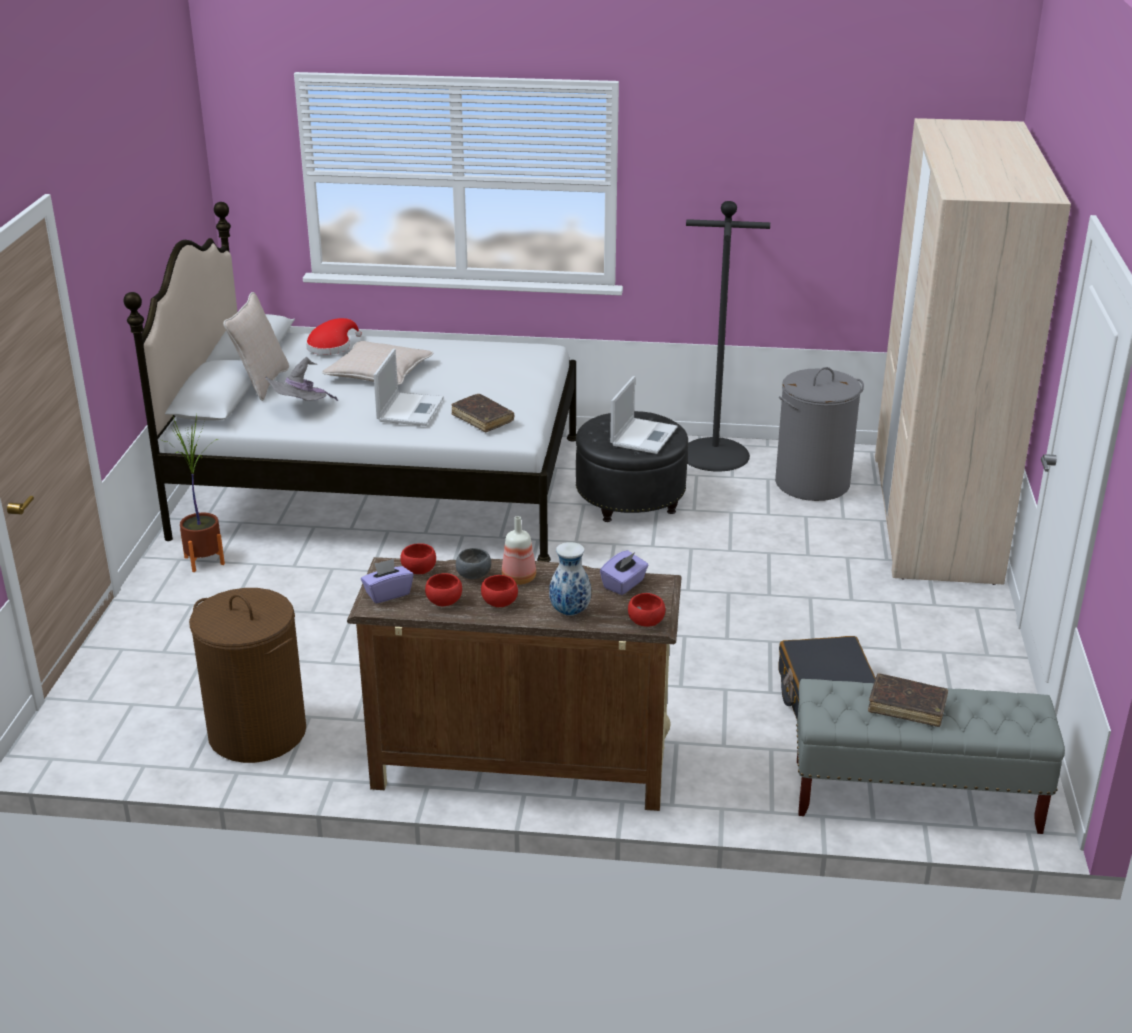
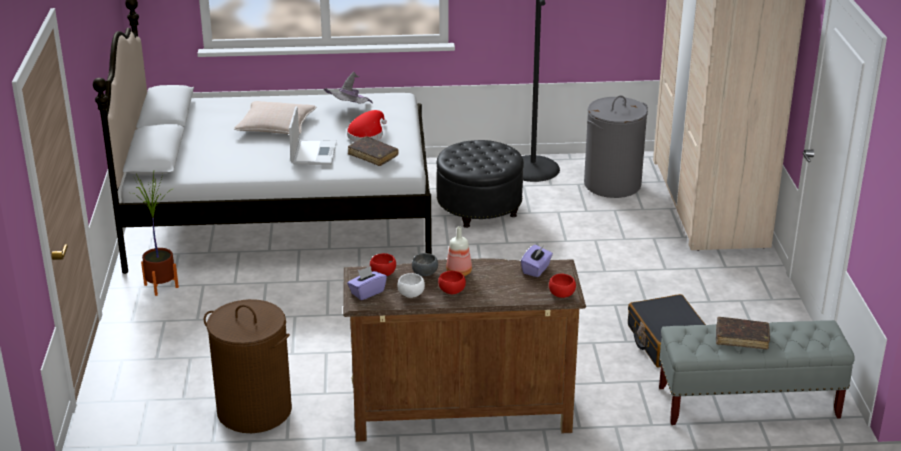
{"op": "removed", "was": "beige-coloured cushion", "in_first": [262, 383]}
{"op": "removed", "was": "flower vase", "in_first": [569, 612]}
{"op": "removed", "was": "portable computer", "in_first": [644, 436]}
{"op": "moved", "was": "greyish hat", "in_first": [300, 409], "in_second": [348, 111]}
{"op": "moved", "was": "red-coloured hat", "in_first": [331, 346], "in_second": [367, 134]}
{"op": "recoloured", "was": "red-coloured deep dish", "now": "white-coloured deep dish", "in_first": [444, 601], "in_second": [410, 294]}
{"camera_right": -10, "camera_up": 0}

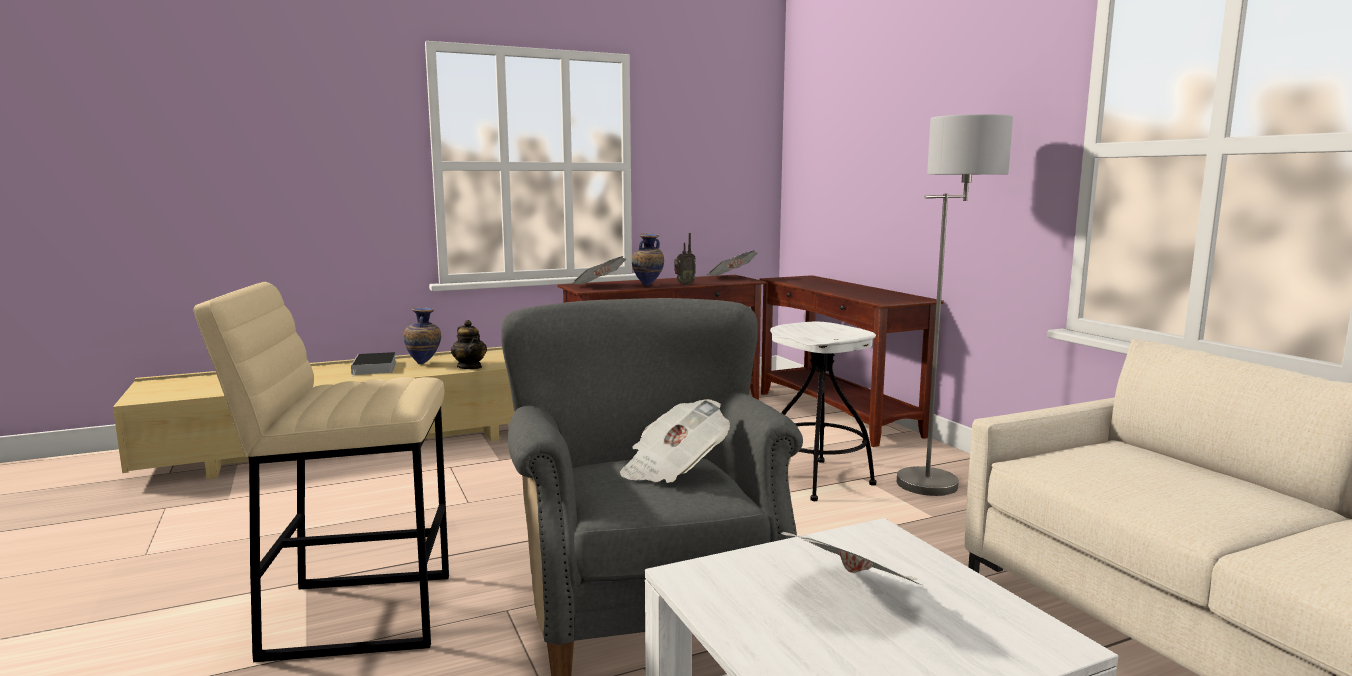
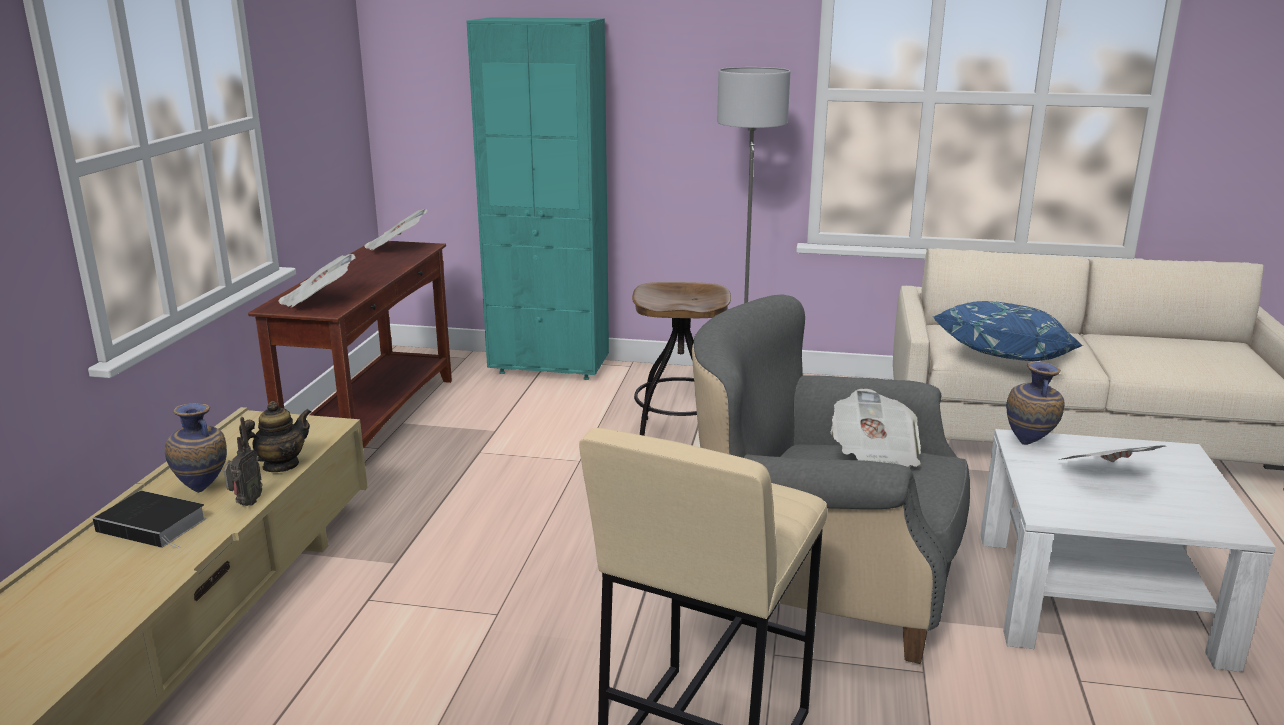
{"op": "added", "now": "blue-coloured cushion", "in_second": [1007, 359]}
{"op": "moved", "was": "flower vase", "in_first": [648, 286], "in_second": [1029, 444]}
{"op": "moved", "was": "radio", "in_first": [684, 284], "in_second": [246, 504]}
{"op": "replaced", "was": "brownish hall table", "now": "turquoise storage cabinet", "in_first": [838, 414], "in_second": [549, 369]}
{"op": "recoloured", "was": "white-coloured stool", "now": "brownish stool", "in_first": [818, 479], "in_second": [680, 435]}
{"op": "turned", "was": "tea pot", "in_first": [470, 367], "in_second": [280, 466], "clockwise": -45}
{"camera_right": -55, "camera_up": 10}

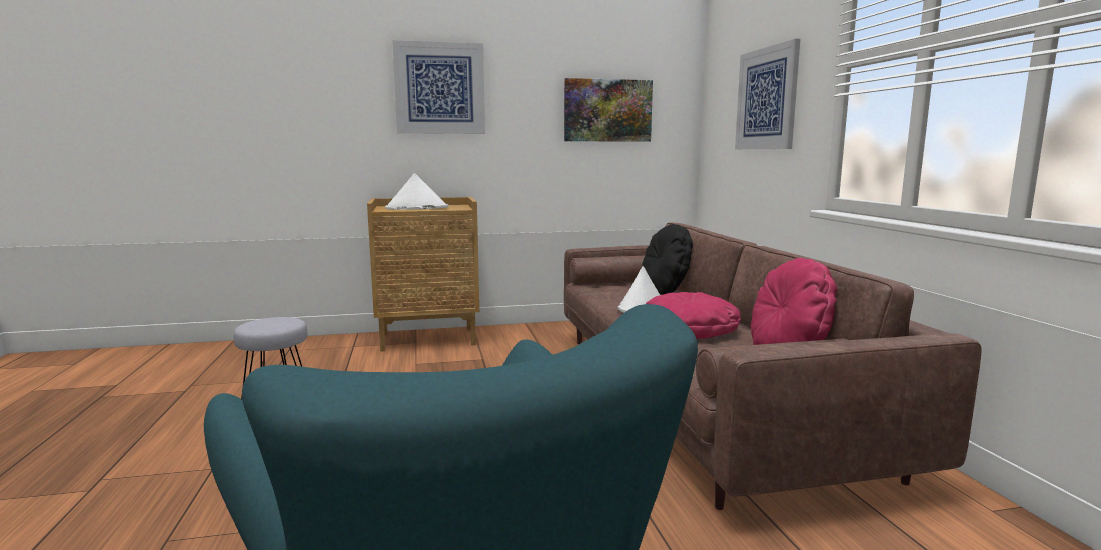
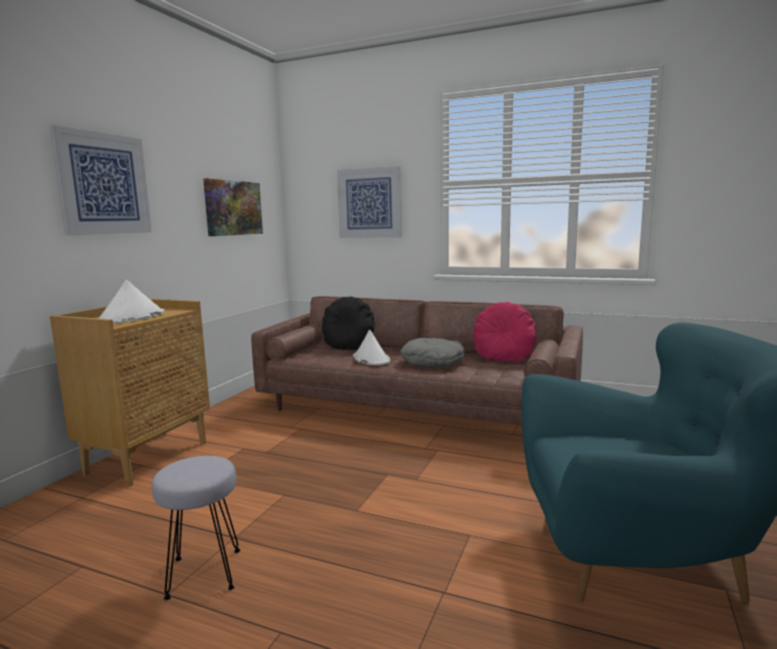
{"op": "recoloured", "was": "pink cushion", "now": "greyish cushion", "in_first": [692, 330], "in_second": [433, 362]}
{"camera_right": -55, "camera_up": 0}

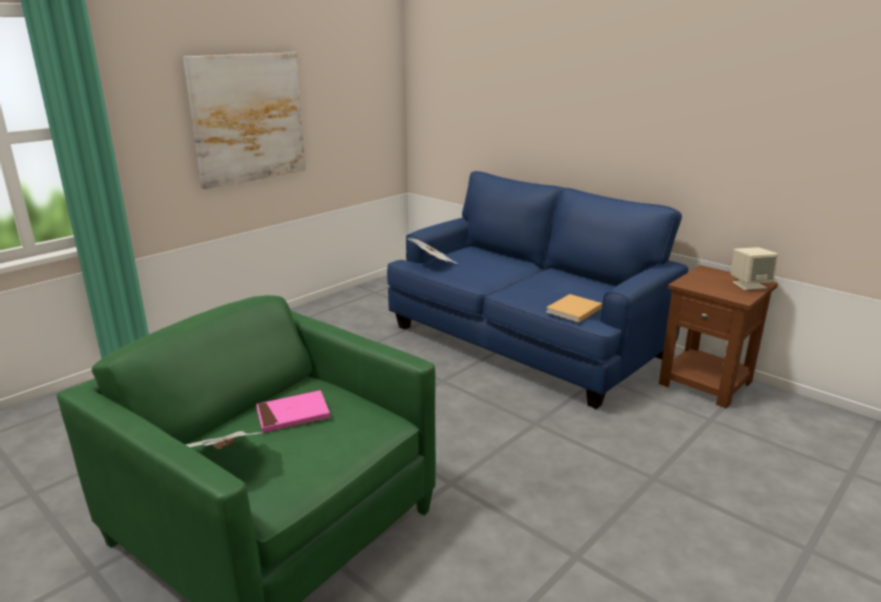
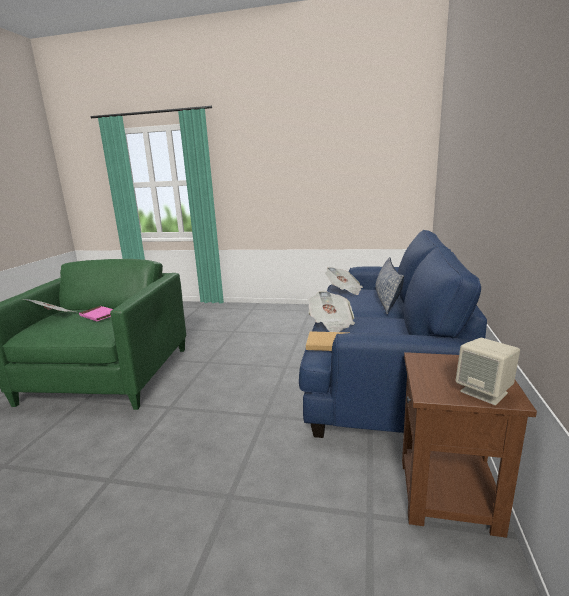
{"op": "removed", "was": "wall picture", "in_first": [248, 118]}
{"op": "added", "now": "printed paper", "in_second": [331, 323]}
{"op": "added", "now": "cushion", "in_second": [386, 300]}
{"camera_right": 60, "camera_up": -5}

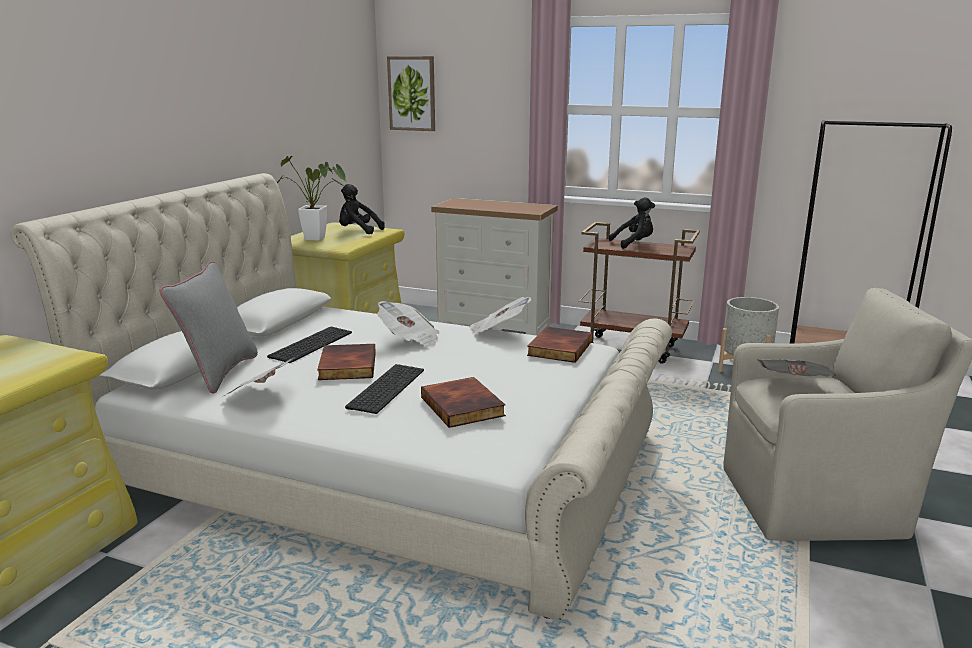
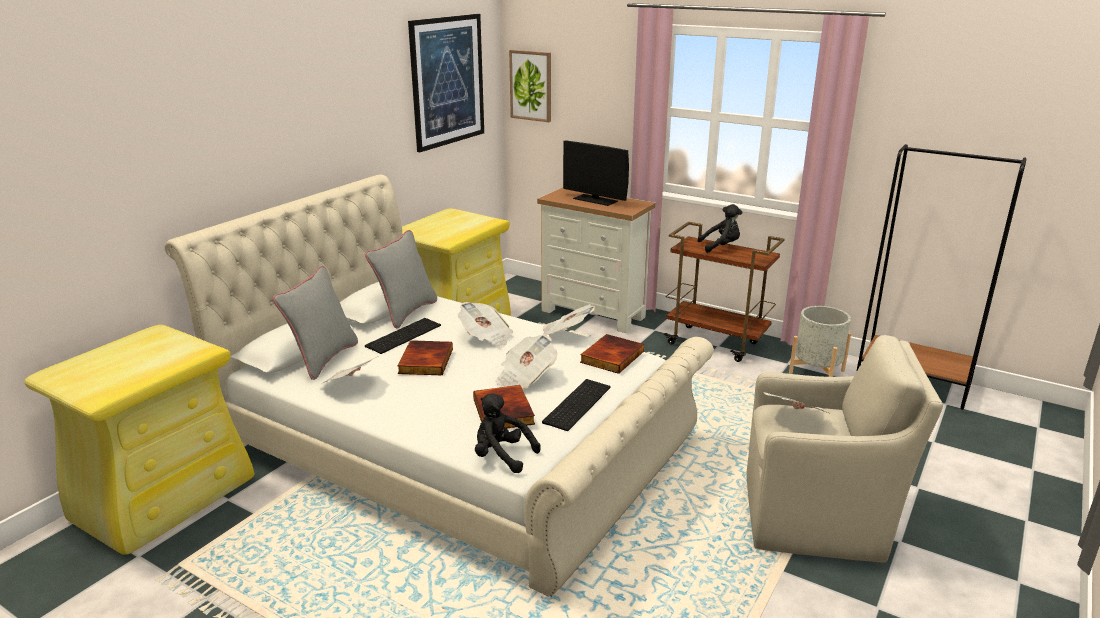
{"op": "removed", "was": "potted plant", "in_first": [319, 239]}
{"op": "added", "now": "greyish cushion", "in_second": [406, 312]}
{"op": "added", "now": "wall picture", "in_second": [447, 81]}
{"op": "added", "now": "printed paper", "in_second": [525, 377]}
{"op": "added", "now": "computer display", "in_second": [595, 200]}
{"op": "moved", "was": "black soft toy", "in_first": [358, 231], "in_second": [502, 456]}
{"op": "moved", "was": "keyboard", "in_first": [385, 387], "in_second": [576, 403]}
{"camera_right": 10, "camera_up": 5}

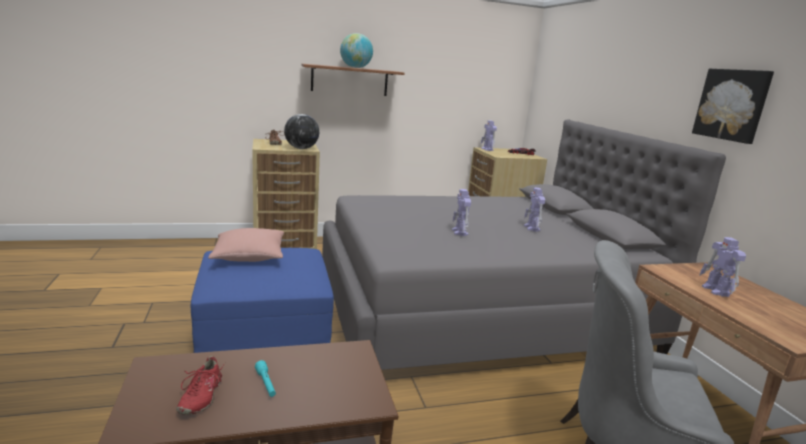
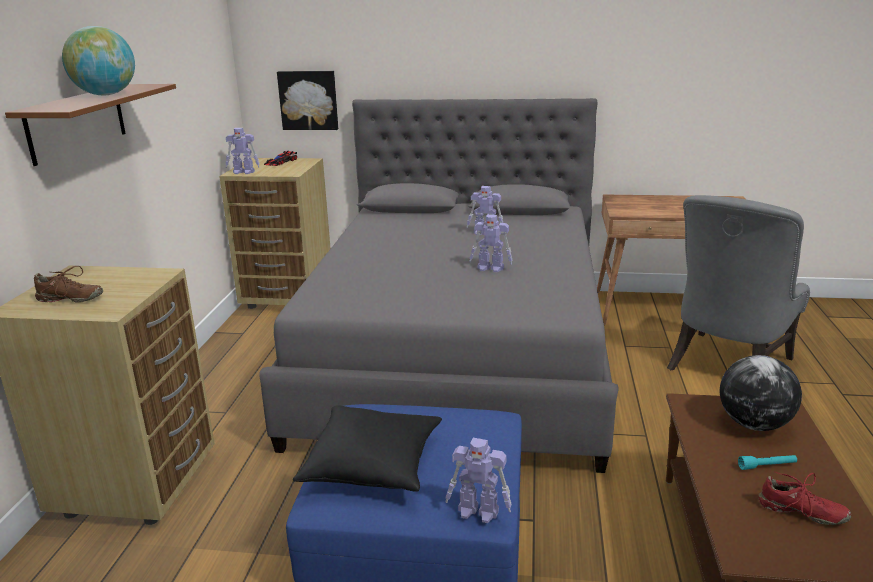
{"op": "moved", "was": "desk globe", "in_first": [301, 148], "in_second": [754, 424]}
{"op": "moved", "was": "wall picture", "in_first": [732, 105], "in_second": [309, 100]}
{"op": "moved", "was": "robot figure", "in_first": [716, 291], "in_second": [479, 512]}
{"op": "recoloured", "was": "pink cushion", "now": "black cushion", "in_first": [249, 256], "in_second": [373, 464]}
{"camera_right": -65, "camera_up": 5}

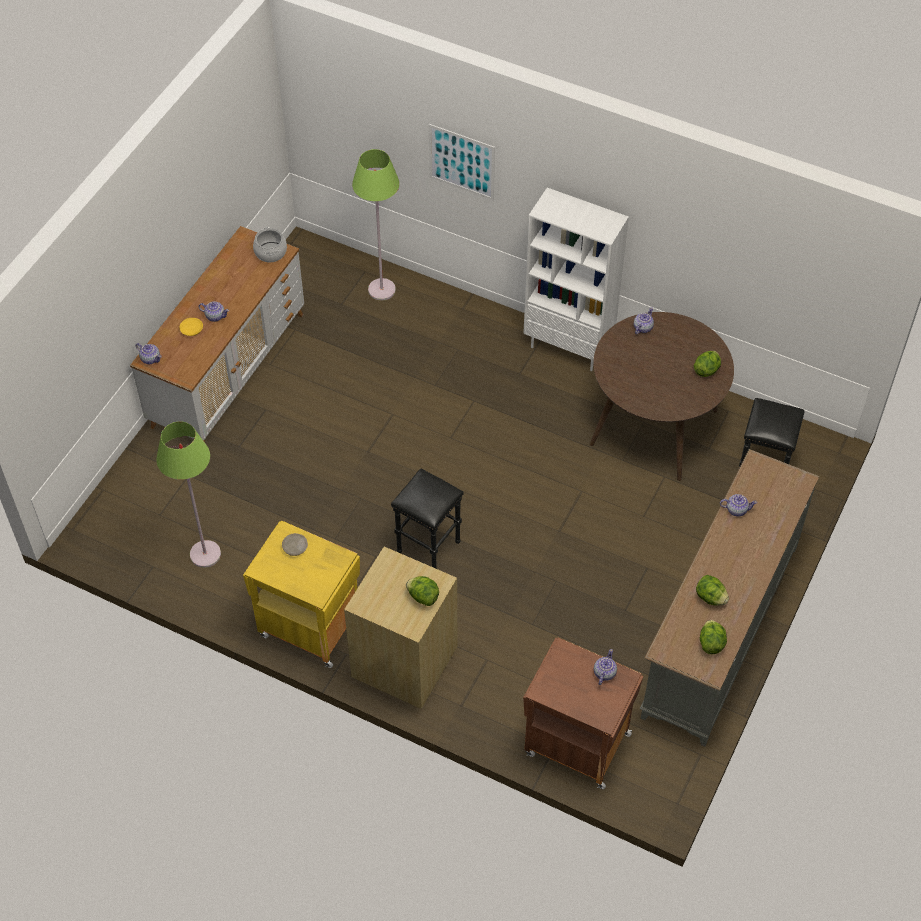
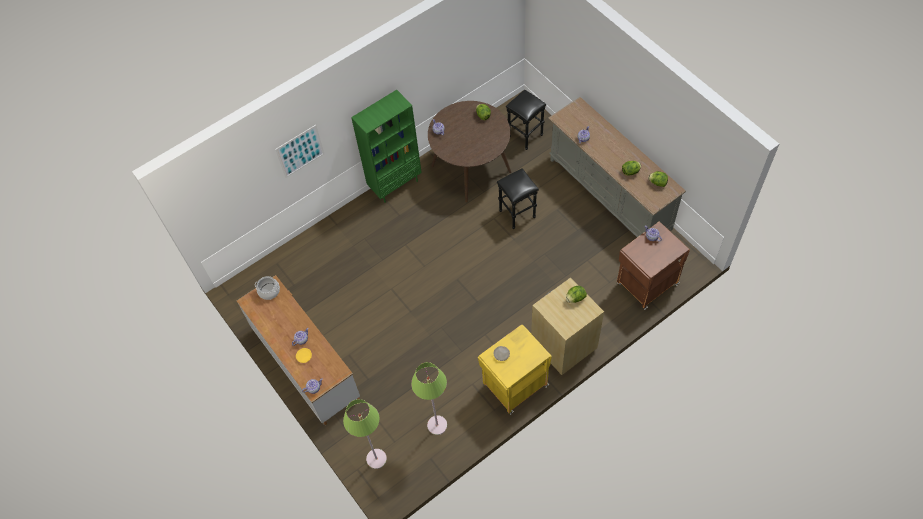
{"op": "moved", "was": "green standard lamp", "in_first": [381, 290], "in_second": [376, 459]}
{"op": "moved", "was": "black stool", "in_first": [427, 547], "in_second": [517, 214]}
{"op": "recoloured", "was": "white-coloured bookcase", "now": "green bookcase", "in_first": [569, 347], "in_second": [395, 185]}
{"camera_right": -60, "camera_up": 5}

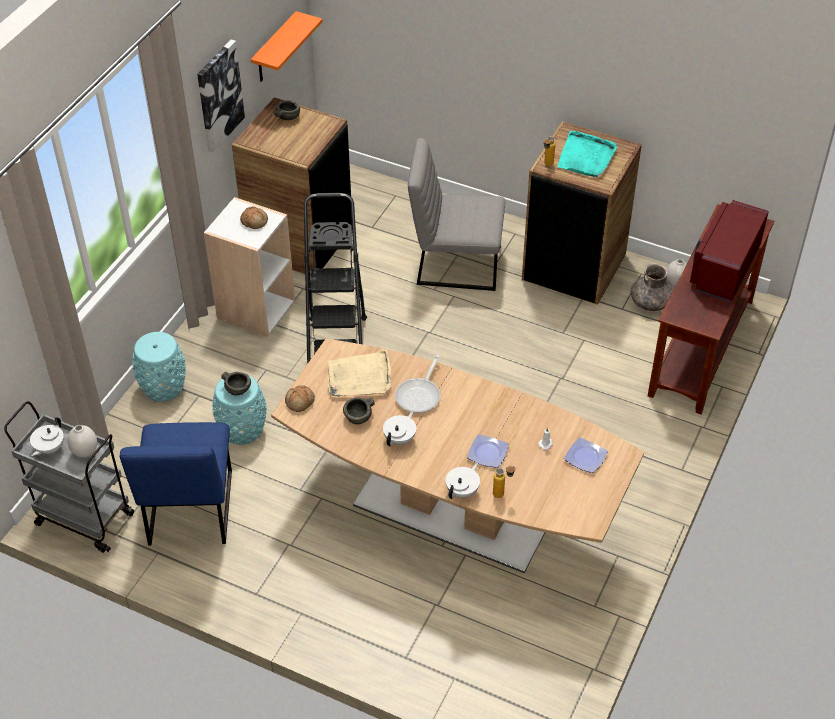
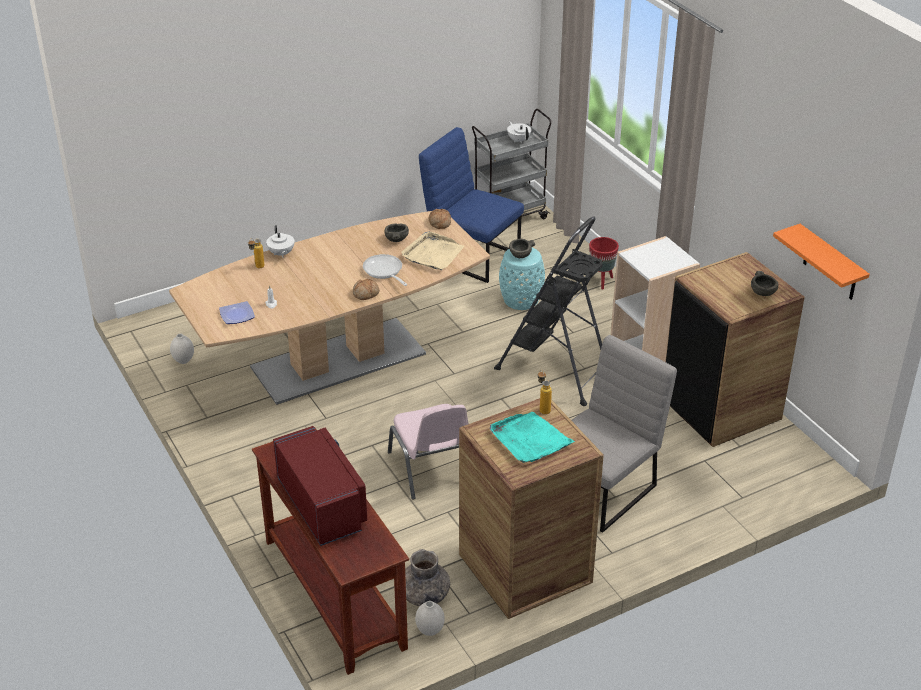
{"op": "removed", "was": "wall picture", "in_first": [219, 95]}
{"op": "removed", "was": "white-coloured tea pot", "in_first": [400, 439]}
{"op": "removed", "was": "flat dish", "in_first": [487, 452]}
{"op": "added", "now": "pink upright chair", "in_second": [433, 469]}
{"op": "moved", "was": "white-coloured flower vase", "in_first": [85, 453], "in_second": [183, 360]}
{"op": "moved", "was": "bakery bread", "in_first": [254, 221], "in_second": [366, 294]}
{"op": "replaced", "was": "turquoise stool", "now": "red-coloured plant pot", "in_first": [163, 387], "in_second": [601, 281]}
{"camera_right": 125, "camera_up": -10}

